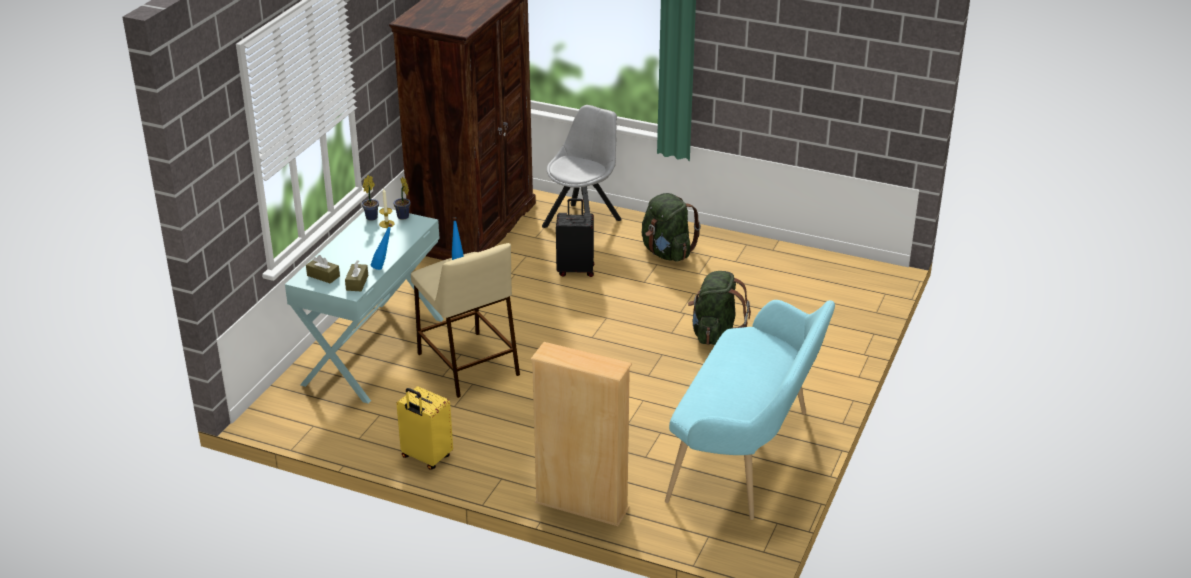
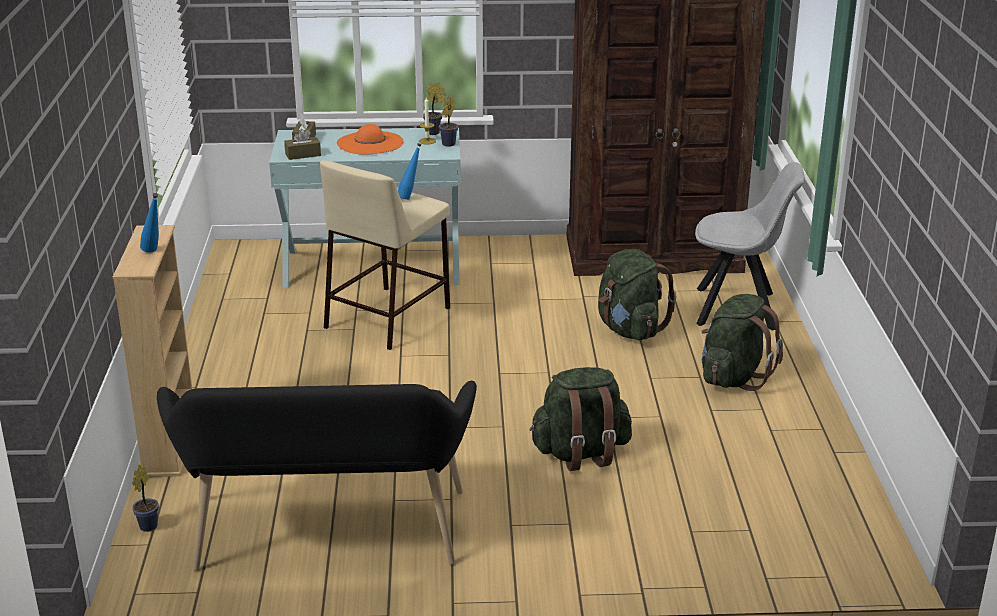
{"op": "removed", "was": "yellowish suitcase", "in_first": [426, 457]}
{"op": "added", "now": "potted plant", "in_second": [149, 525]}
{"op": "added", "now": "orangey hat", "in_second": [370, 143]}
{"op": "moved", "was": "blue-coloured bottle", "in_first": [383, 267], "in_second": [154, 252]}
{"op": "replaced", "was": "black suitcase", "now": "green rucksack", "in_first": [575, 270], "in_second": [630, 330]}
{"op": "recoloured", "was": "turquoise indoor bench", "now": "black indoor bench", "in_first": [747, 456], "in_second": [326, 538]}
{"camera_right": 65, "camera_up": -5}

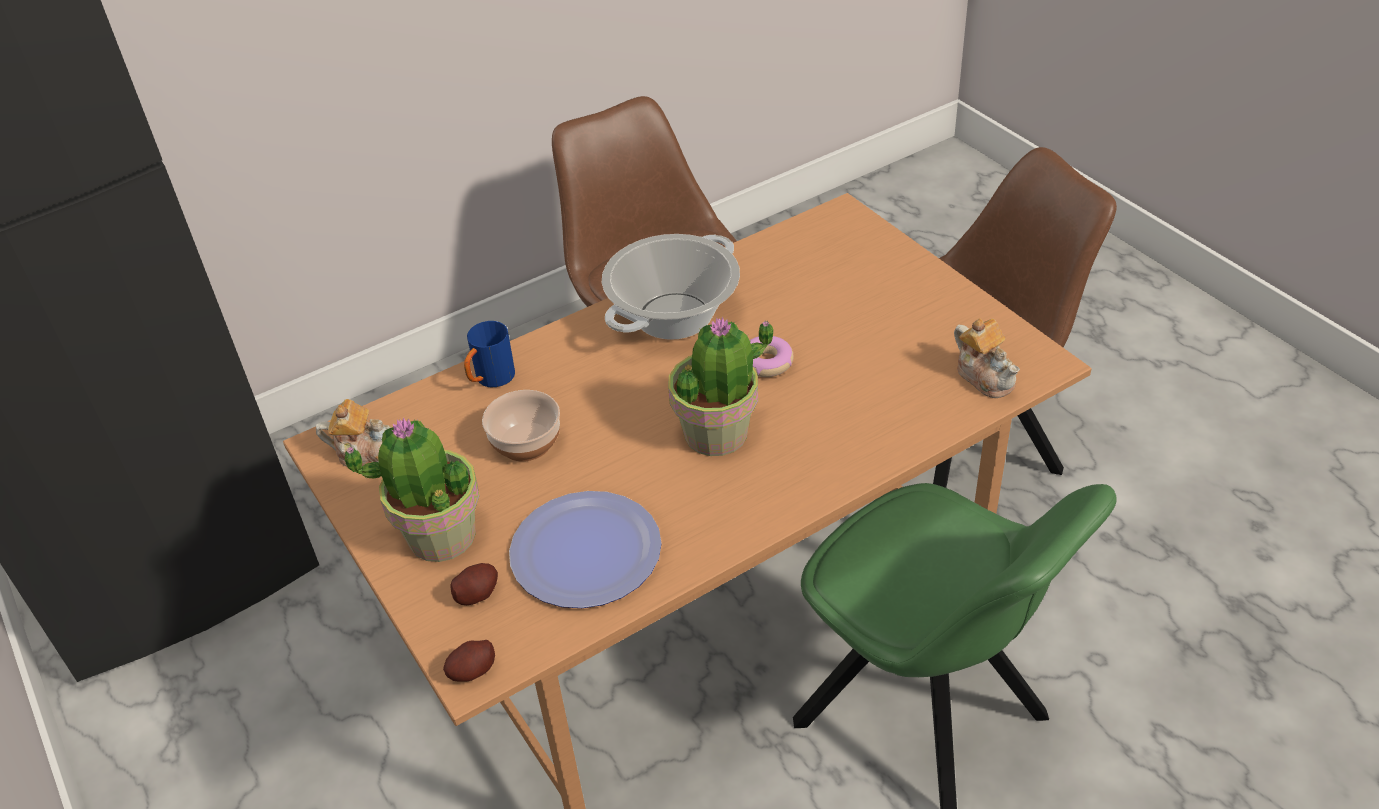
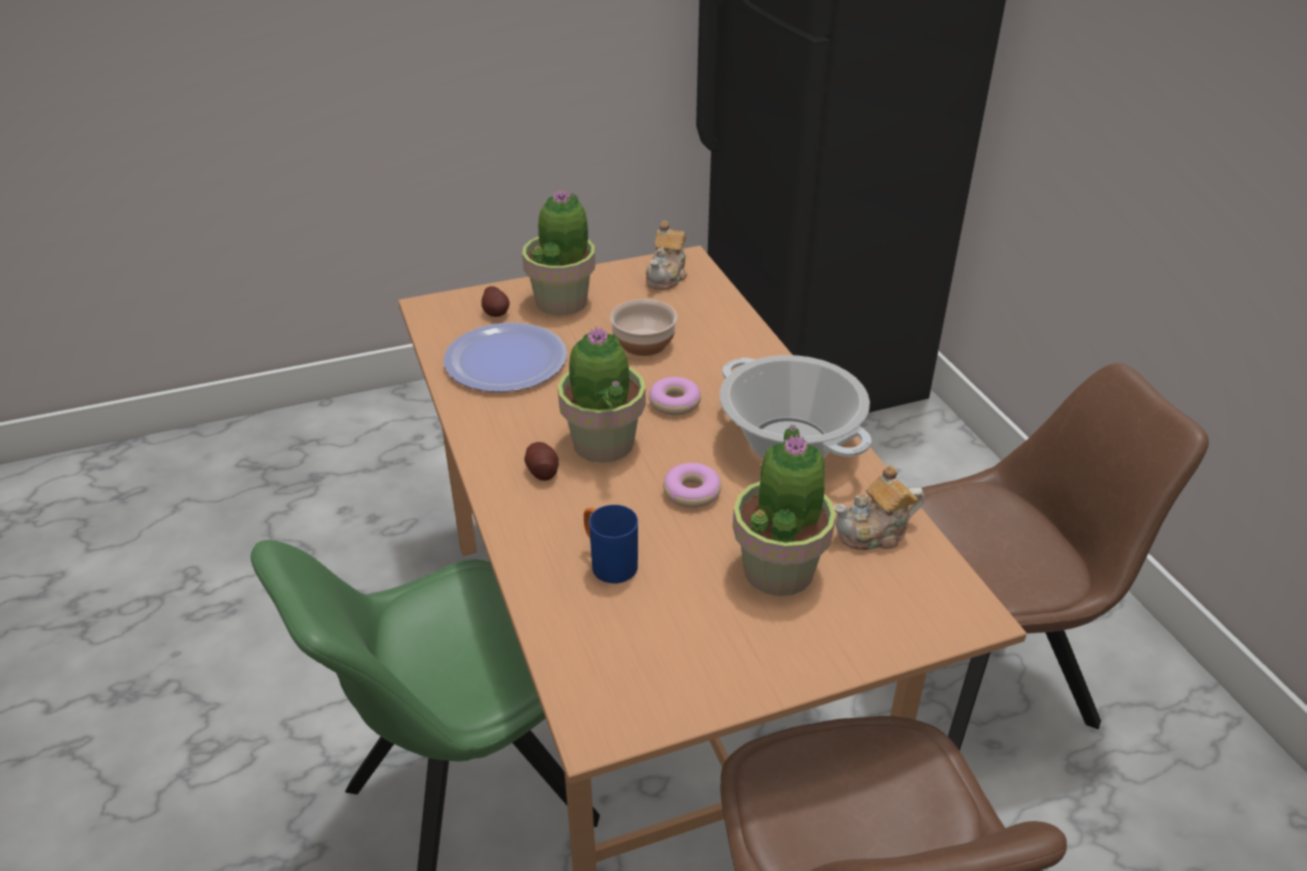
{"op": "added", "now": "doughnut", "in_second": [675, 403]}
{"op": "added", "now": "potted plant", "in_second": [779, 569]}
{"op": "moved", "was": "spud", "in_first": [472, 671], "in_second": [542, 471]}
{"op": "moved", "was": "blue-coloured tea mug", "in_first": [490, 380], "in_second": [608, 563]}
{"op": "moved", "was": "tea pot", "in_first": [985, 376], "in_second": [874, 533]}
{"camera_right": 100, "camera_up": -5}

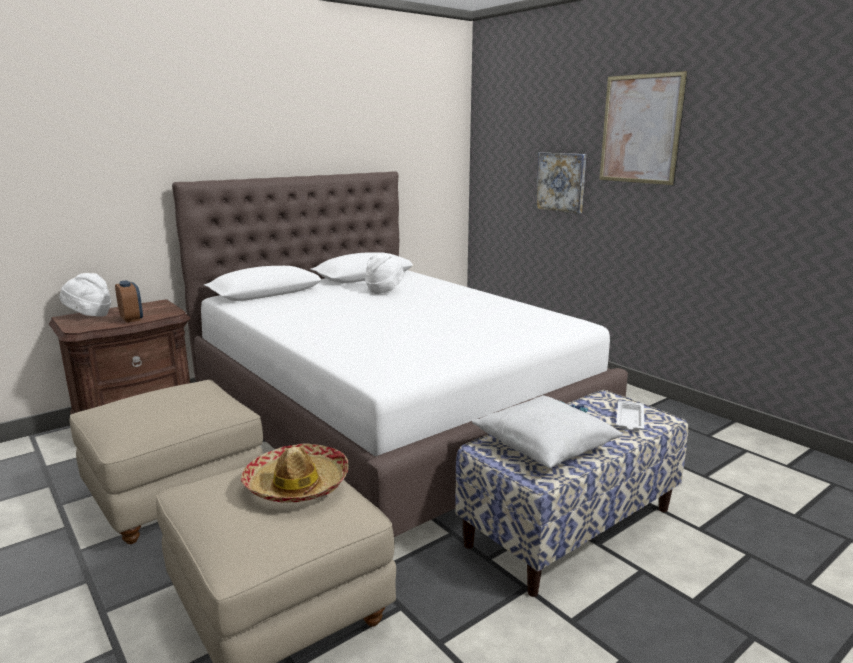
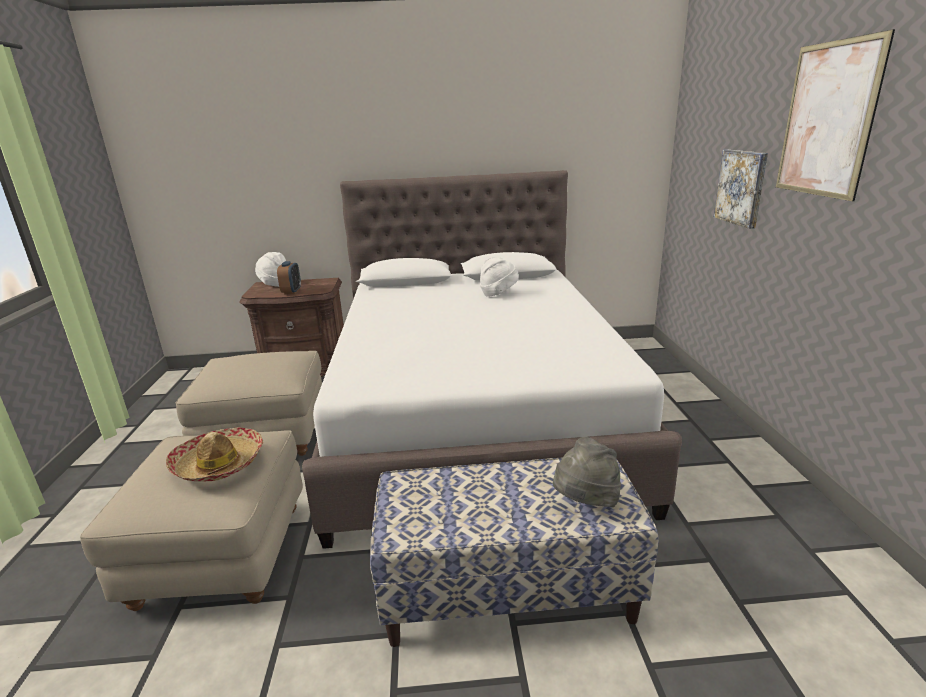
{"op": "removed", "was": "greyish cushion", "in_first": [545, 447]}
{"op": "replaced", "was": "white-coloured tray", "now": "greyish hat", "in_first": [630, 420], "in_second": [585, 502]}
{"camera_right": 35, "camera_up": 5}

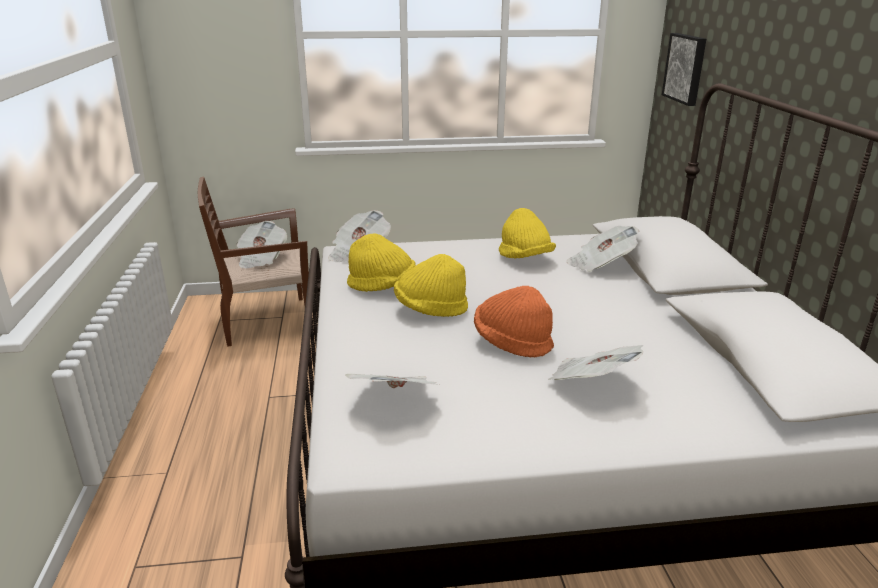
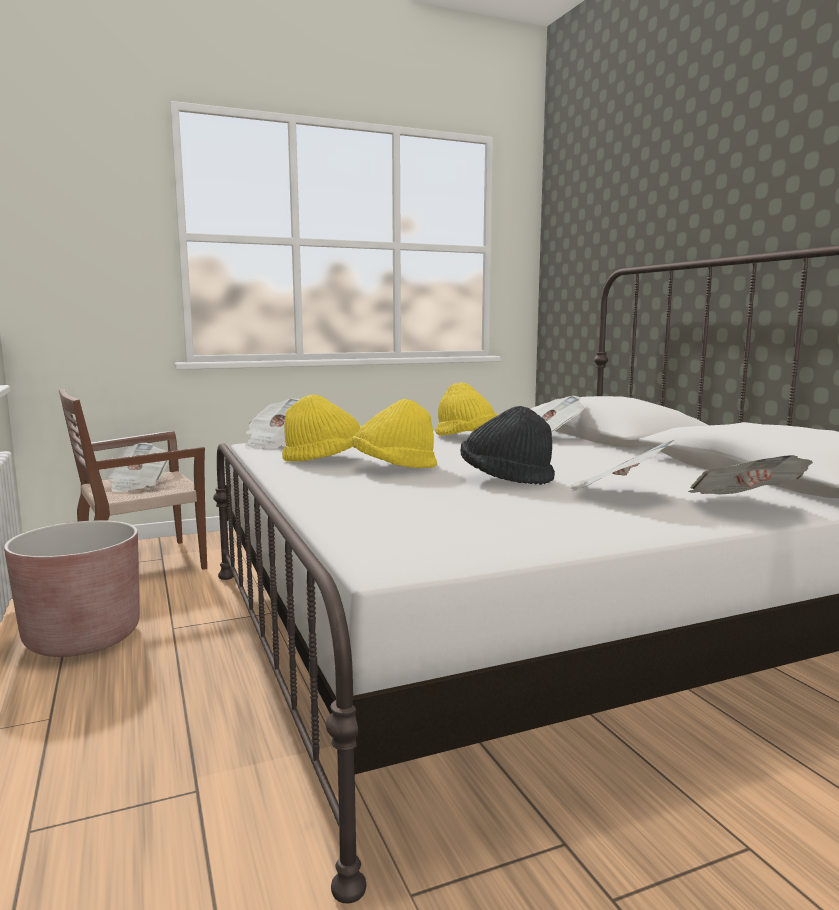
{"op": "removed", "was": "wall picture", "in_first": [686, 68]}
{"op": "added", "now": "brownish plant pot", "in_second": [82, 638]}
{"op": "moved", "was": "printed paper", "in_first": [396, 400], "in_second": [744, 507]}
{"op": "recoloured", "was": "orangey hat", "now": "black hat", "in_first": [512, 342], "in_second": [505, 479]}
{"camera_right": -15, "camera_up": -15}

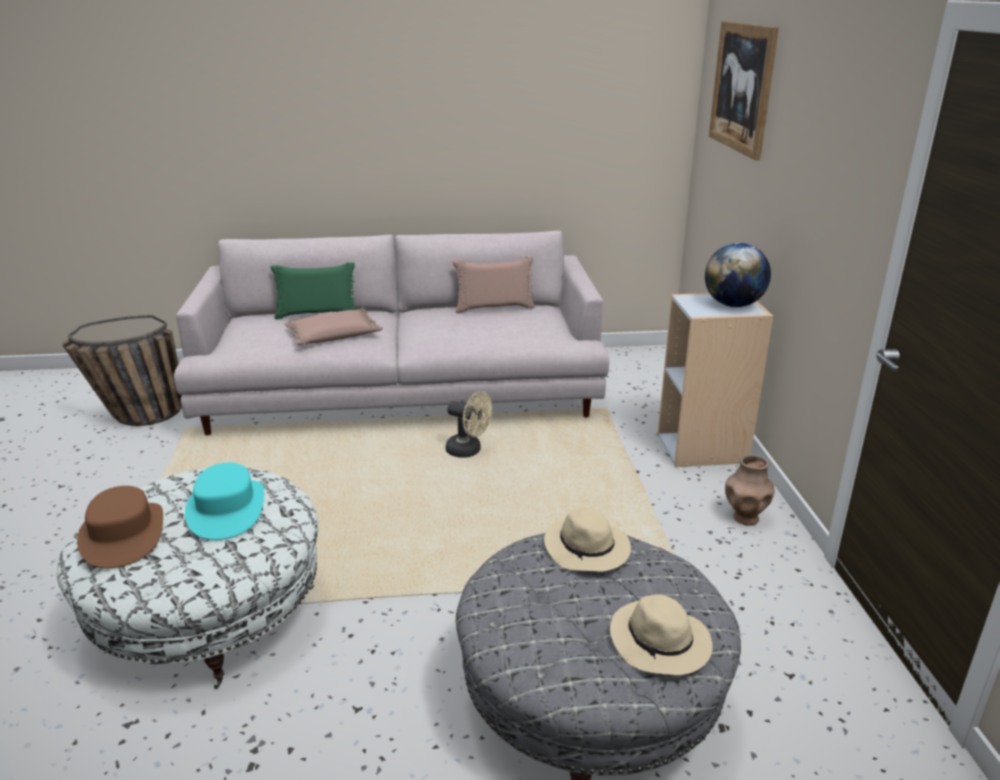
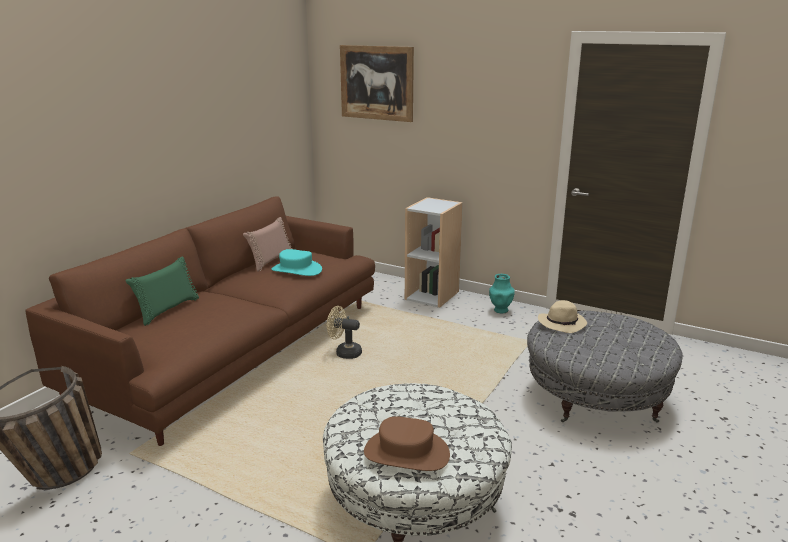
{"op": "removed", "was": "beige-coloured cushion", "in_first": [333, 333]}
{"op": "removed", "was": "beige-coloured hat", "in_first": [660, 643]}
{"op": "removed", "was": "desk globe", "in_first": [733, 305]}
{"op": "moved", "was": "turquoise hat", "in_first": [226, 509], "in_second": [296, 270]}
{"op": "recoloured", "was": "white-coloured settee", "now": "brownish settee", "in_first": [402, 392], "in_second": [234, 350]}
{"op": "recoloured", "was": "brownish flower vase", "now": "turquoise flower vase", "in_first": [745, 517], "in_second": [500, 310]}
{"op": "turned", "was": "beige-coloured electric fan", "in_first": [469, 451], "in_second": [344, 353], "clockwise": -135}
{"camera_right": -55, "camera_up": -5}

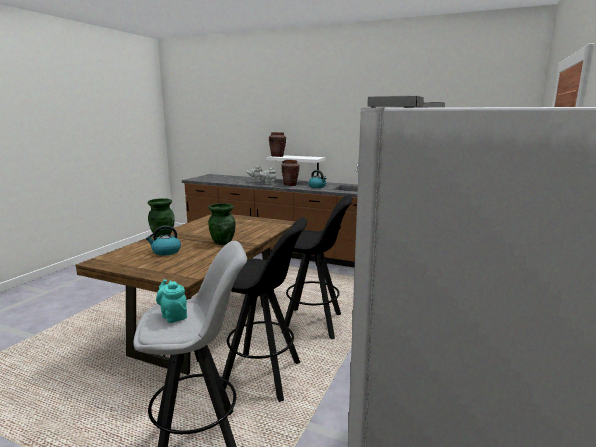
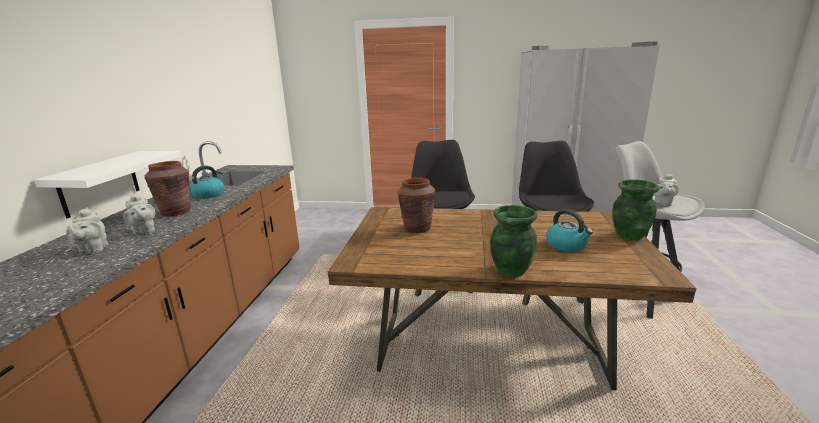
{"op": "moved", "was": "green flower vase", "in_first": [223, 242], "in_second": [629, 235]}
{"op": "moved", "was": "brownish flower vase", "in_first": [277, 156], "in_second": [417, 228]}
{"op": "recoloured", "was": "turquoise tea pot", "now": "greyish tea pot", "in_first": [173, 316], "in_second": [662, 203]}
{"camera_right": -105, "camera_up": 5}

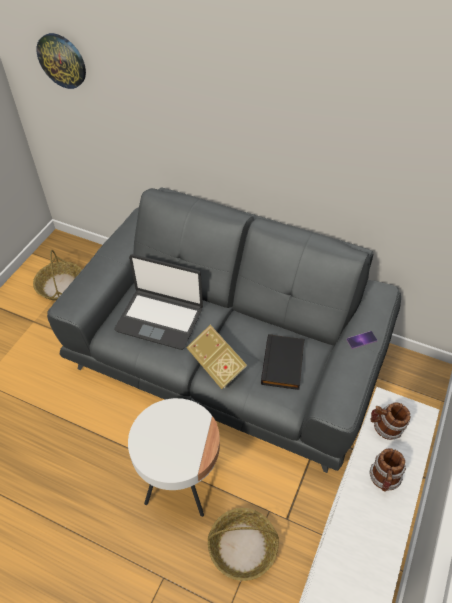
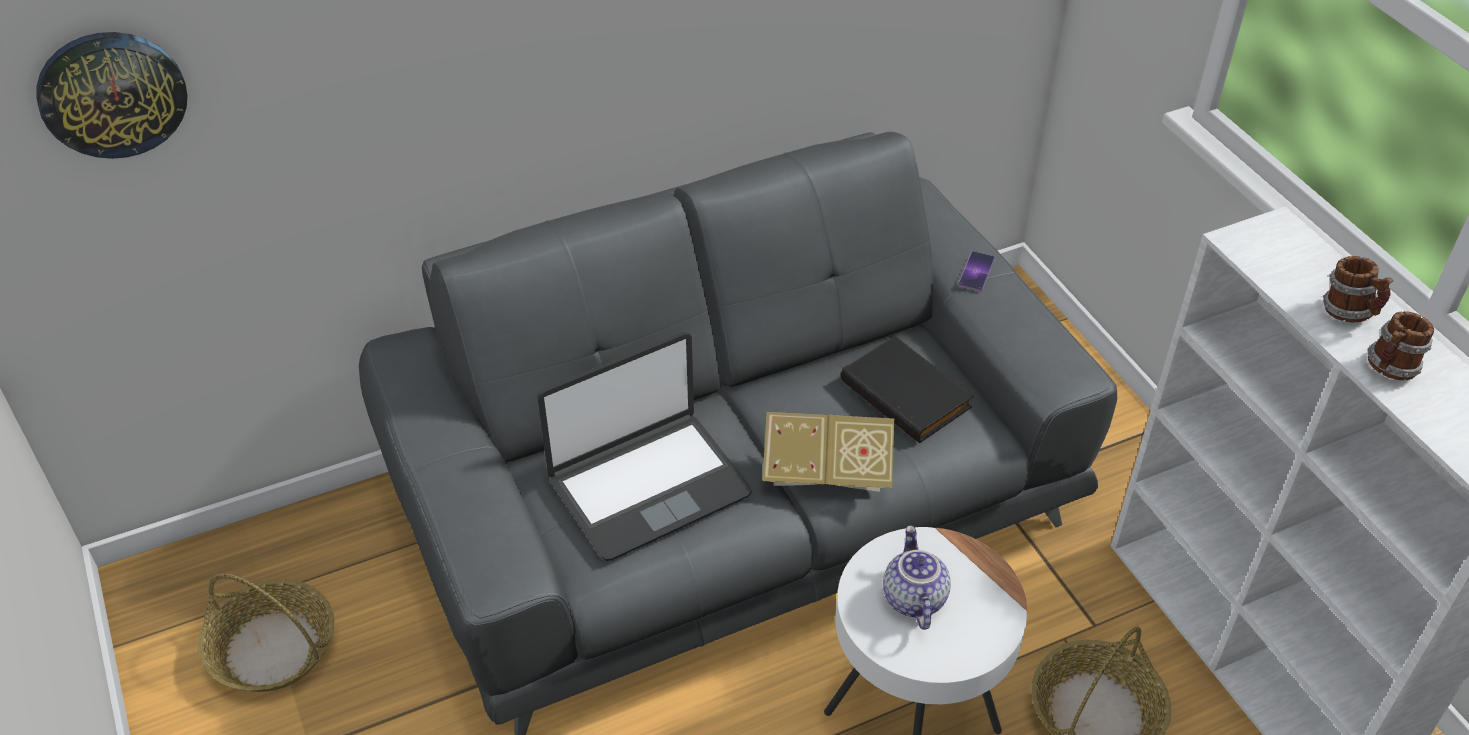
{"op": "added", "now": "tea pot", "in_second": [912, 598]}
{"op": "moved", "was": "tea mug", "in_first": [385, 428], "in_second": [1390, 369]}
{"camera_right": -50, "camera_up": -5}

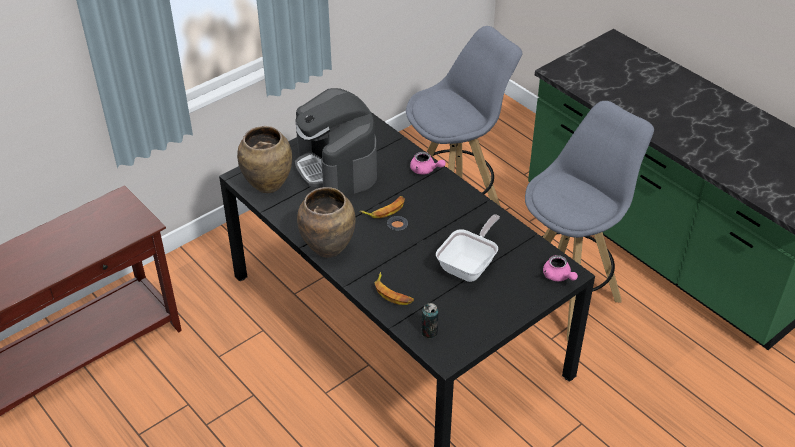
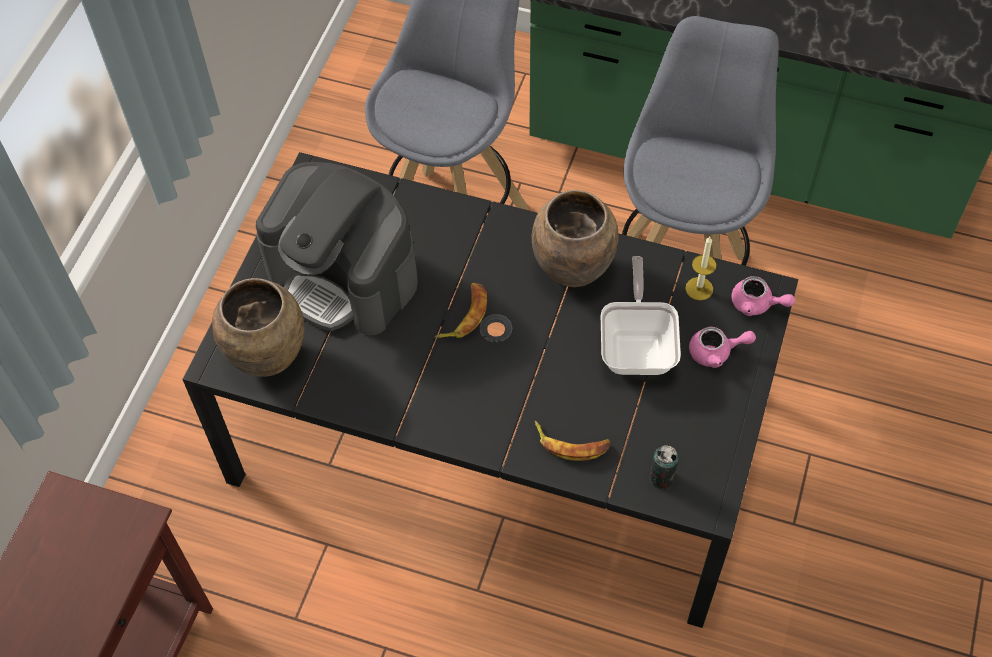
{"op": "added", "now": "wax light", "in_second": [699, 288]}
{"op": "moved", "was": "brownish flower vase", "in_first": [329, 248], "in_second": [573, 270]}
{"op": "moved", "was": "pink tea pot", "in_first": [425, 170], "in_second": [716, 352]}
{"camera_right": -30, "camera_up": 15}

